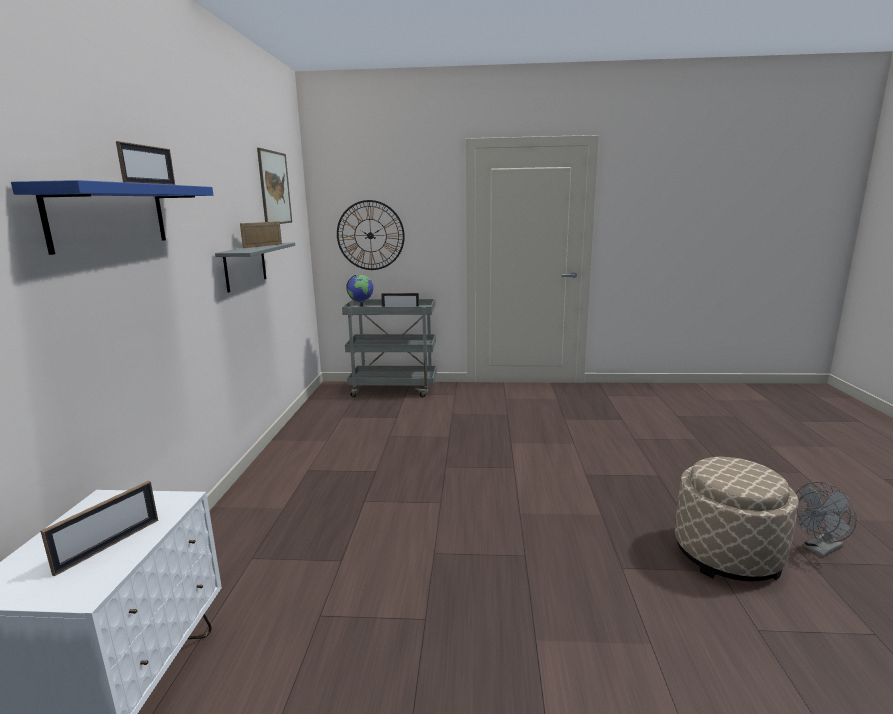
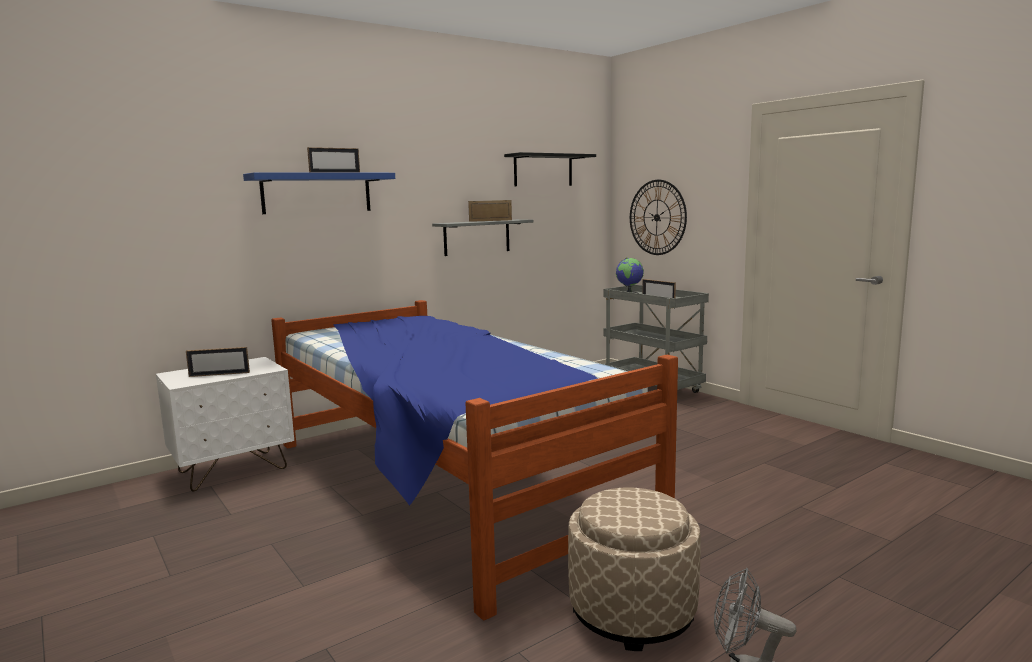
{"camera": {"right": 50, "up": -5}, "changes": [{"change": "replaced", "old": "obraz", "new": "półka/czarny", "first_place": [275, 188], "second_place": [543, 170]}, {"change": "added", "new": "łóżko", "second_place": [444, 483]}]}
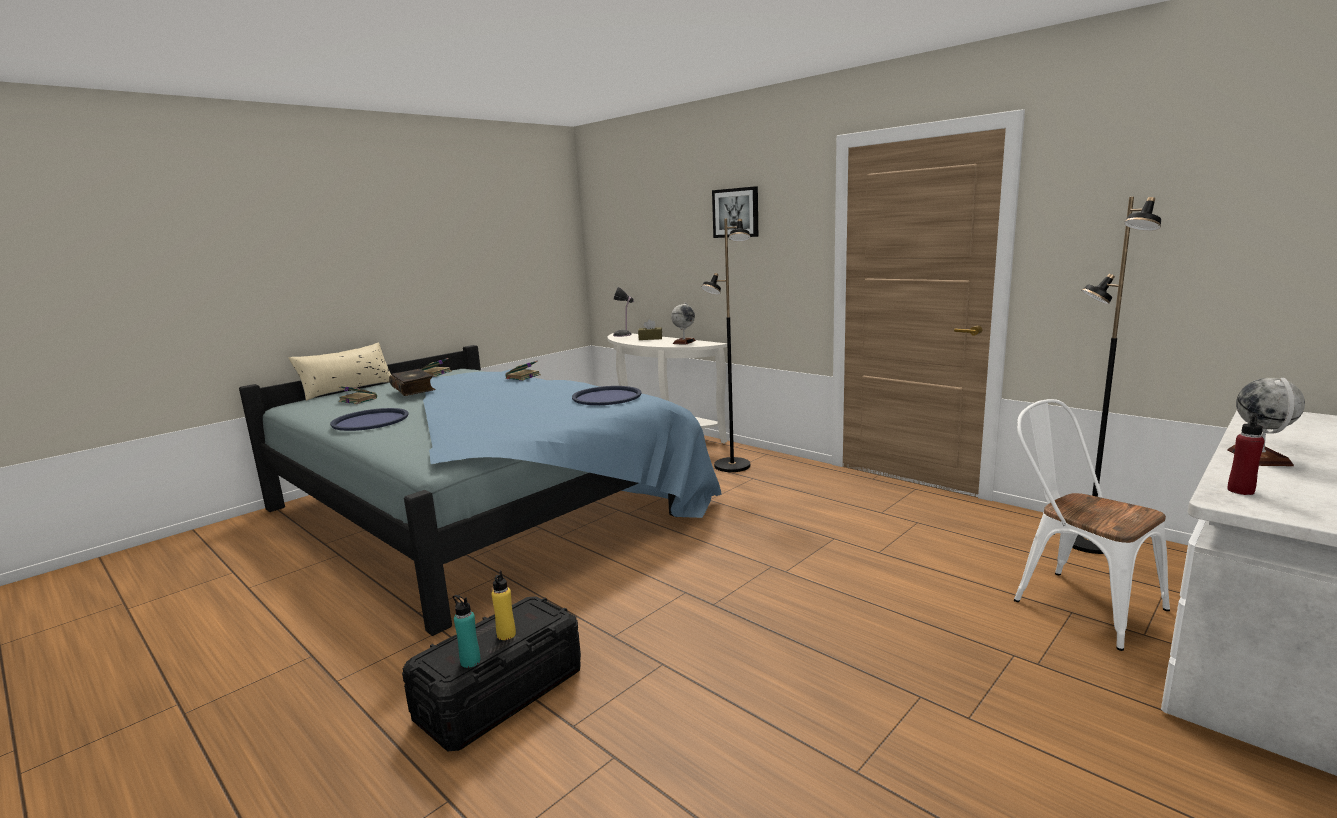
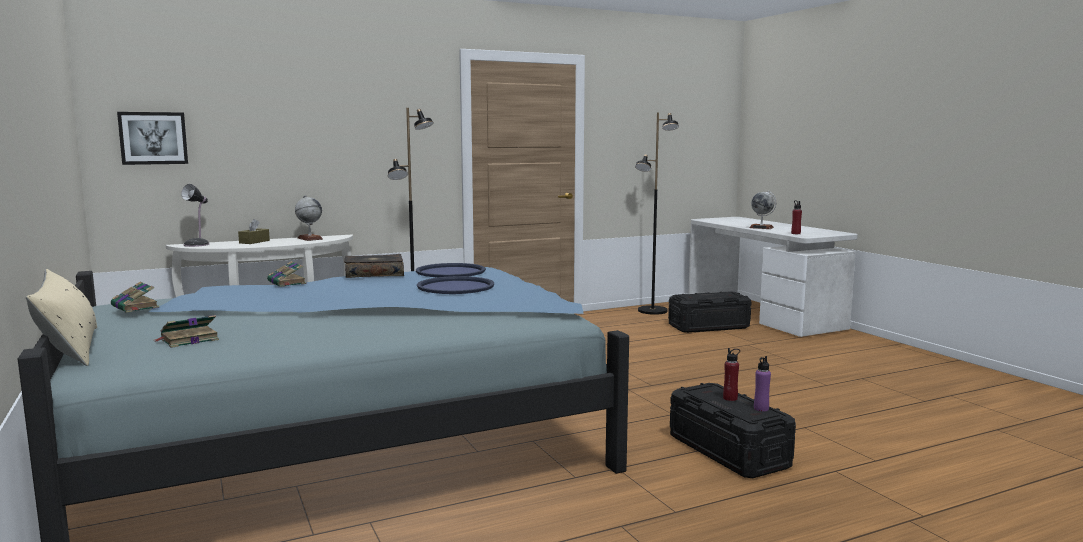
{"camera": {"right": -70, "up": -5}, "changes": [{"change": "moved", "old": "obraz", "first_place": [736, 213], "second_place": [153, 138]}, {"change": "moved", "old": "książka", "first_place": [413, 389], "second_place": [374, 274]}, {"change": "replaced", "old": "krzesło/biały", "new": "pojemnik do przechowywania/czarny", "first_place": [1076, 601], "second_place": [708, 326]}, {"change": "moved", "old": "taca/niebieski", "first_place": [370, 421], "second_place": [456, 287]}, {"change": "recoloured", "old": "butelka/żółty", "new": "butelka/czerwony", "first_place": [506, 635], "second_place": [730, 398]}, {"change": "recoloured", "old": "butelka/turkusowy", "new": "butelka/fioletowy", "first_place": [470, 661], "second_place": [761, 408]}]}
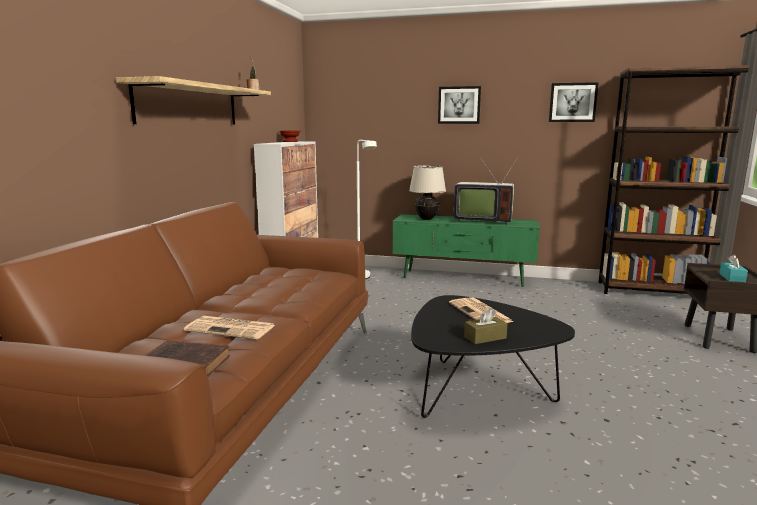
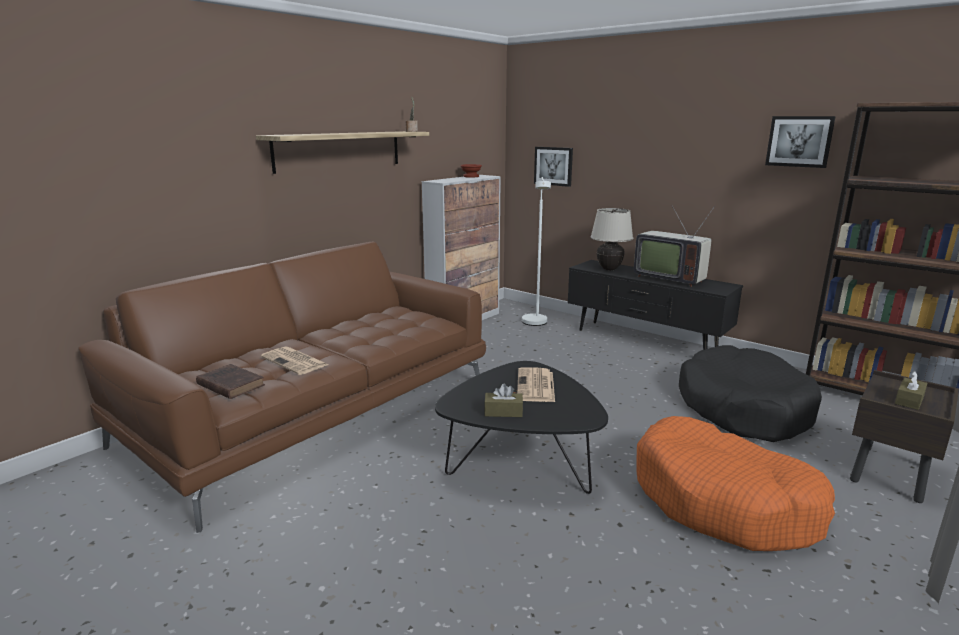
{"camera": {"right": 25, "up": 5}, "changes": [{"change": "moved", "old": "obraz", "first_place": [459, 105], "second_place": [553, 166]}, {"change": "recoloured", "old": "szafka pod telewizor/zielony", "new": "szafka pod telewizor/czarny", "first_place": [463, 278], "second_place": [644, 341]}, {"change": "recoloured", "old": "pudełko chusteczek/turkusowy", "new": "pudełko chusteczek/brązowy", "first_place": [732, 278], "second_place": [909, 400]}, {"change": "added", "new": "legowisko/czarny", "second_place": [743, 408]}, {"change": "added", "new": "legowisko/pomarańczowy", "second_place": [724, 501]}]}
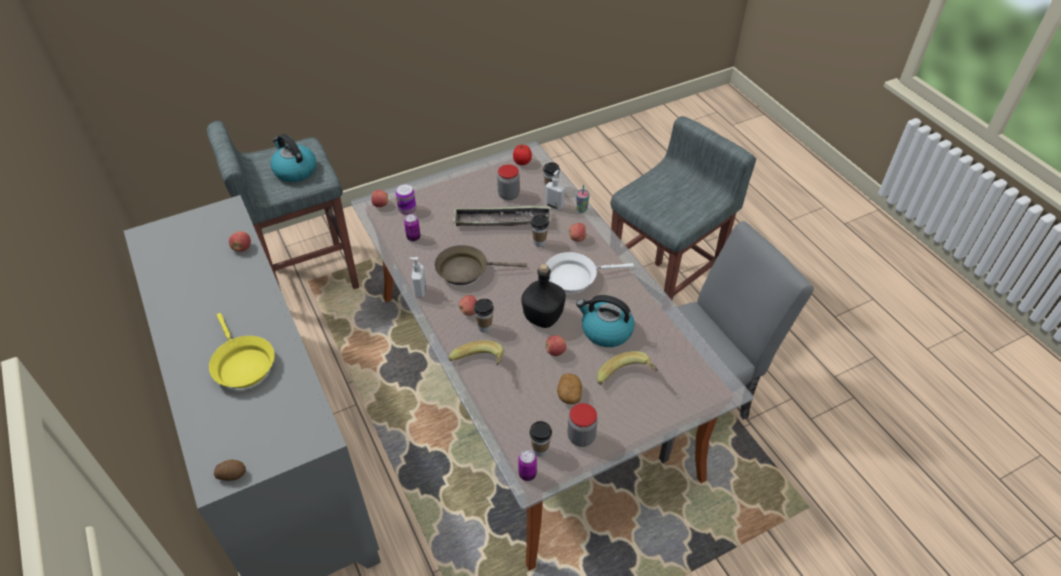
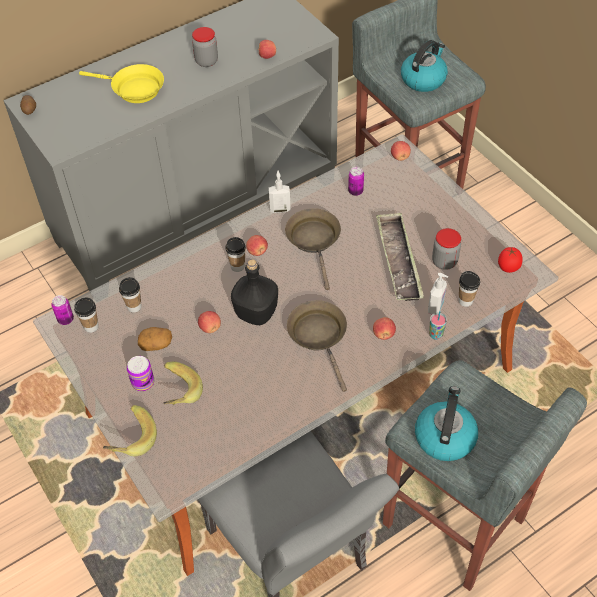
{"camera": {"right": 85, "up": 5}, "changes": [{"change": "moved", "old": "puszka", "first_place": [407, 209], "second_place": [143, 382]}, {"change": "moved", "old": "filiżanka", "first_place": [539, 242], "second_place": [134, 306]}, {"change": "recoloured", "old": "patelnia/biały", "new": "patelnia/brązowy", "first_place": [575, 277], "second_place": [319, 336]}, {"change": "moved", "old": "czajnik", "first_place": [605, 331], "second_place": [444, 436]}, {"change": "turned", "old": "patelnia/żółty", "first_place": [242, 364], "second_place": [134, 89], "degrees": -120}, {"change": "moved", "old": "banan", "first_place": [479, 366], "second_place": [130, 439]}, {"change": "moved", "old": "słoik", "first_place": [581, 437], "second_place": [206, 61]}]}
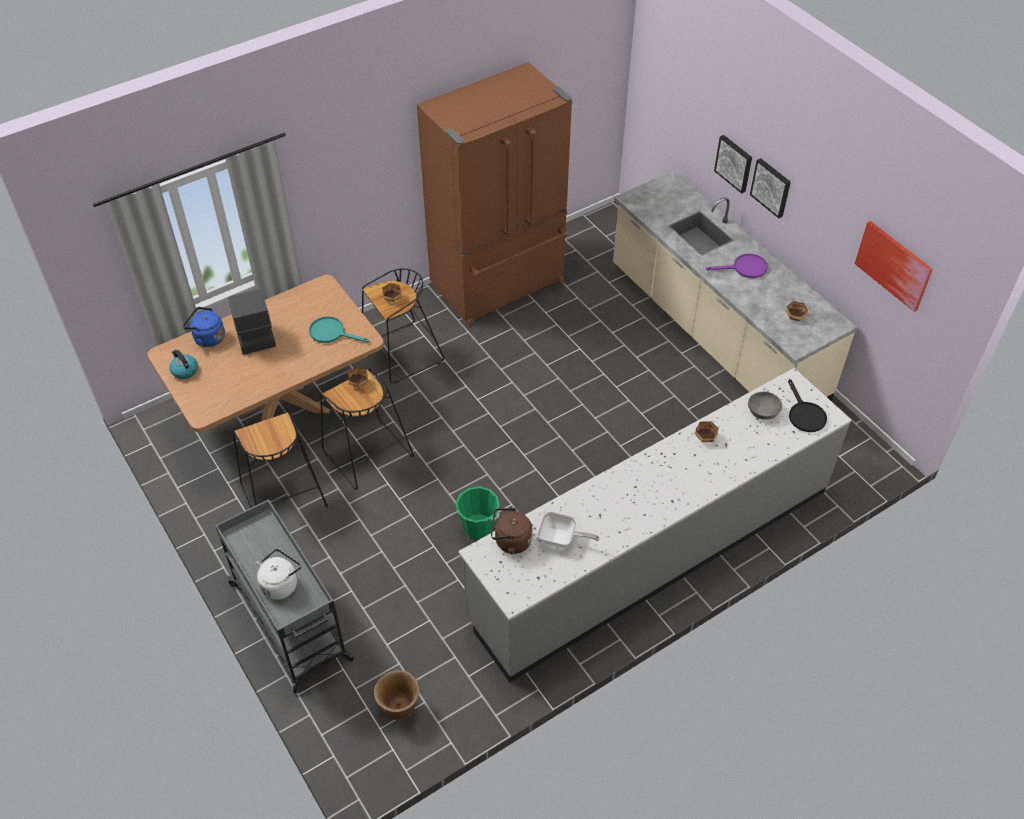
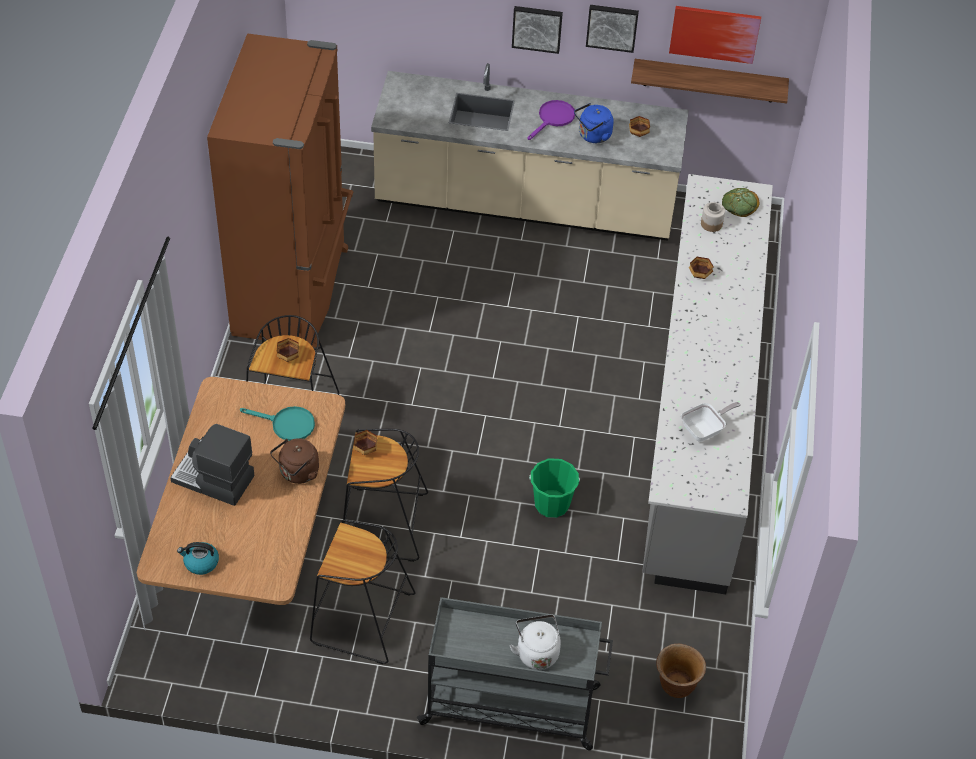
{"camera": {"right": -50, "up": 0}, "changes": [{"change": "moved", "old": "obraz", "first_place": [734, 163], "second_place": [612, 27]}, {"change": "moved", "old": "czajnik/niebieski", "first_place": [207, 338], "second_place": [593, 136]}, {"change": "turned", "old": "patelnia/turkusowy", "first_place": [332, 333], "second_place": [287, 424], "degrees": -135}, {"change": "replaced", "old": "patelnia/czarny", "new": "chleb", "first_place": [804, 414], "second_place": [739, 204]}, {"change": "replaced", "old": "miska/szary", "new": "słoik", "first_place": [763, 412], "second_place": [711, 224]}, {"change": "moved", "old": "czajnik/brązowy", "first_place": [510, 541], "second_place": [297, 473]}, {"change": "added", "new": "półka", "second_place": [709, 80]}]}
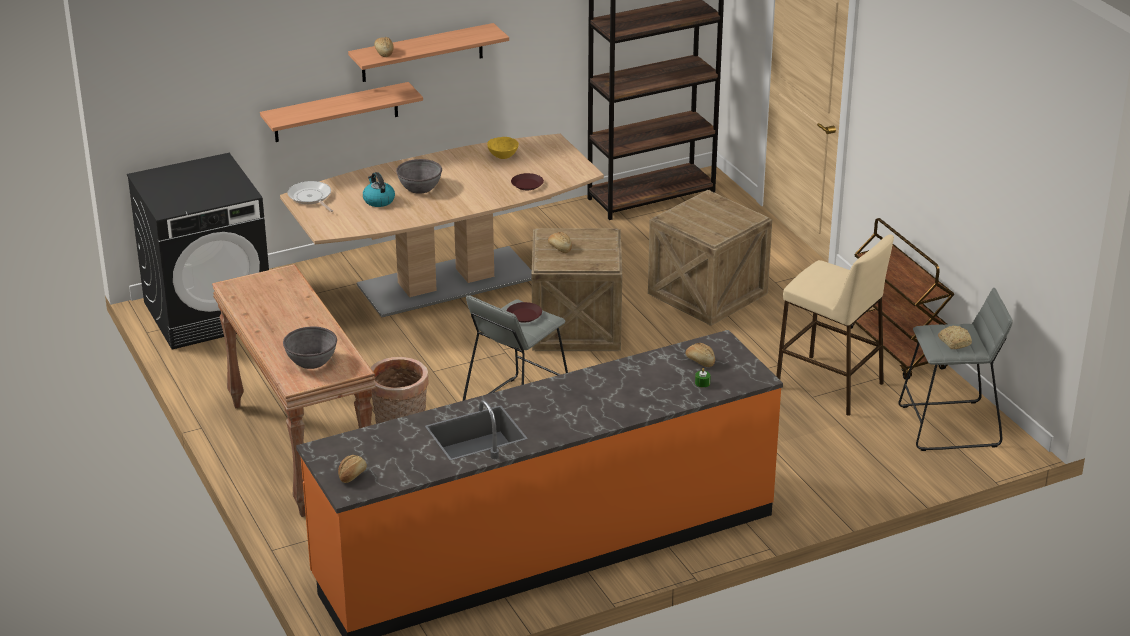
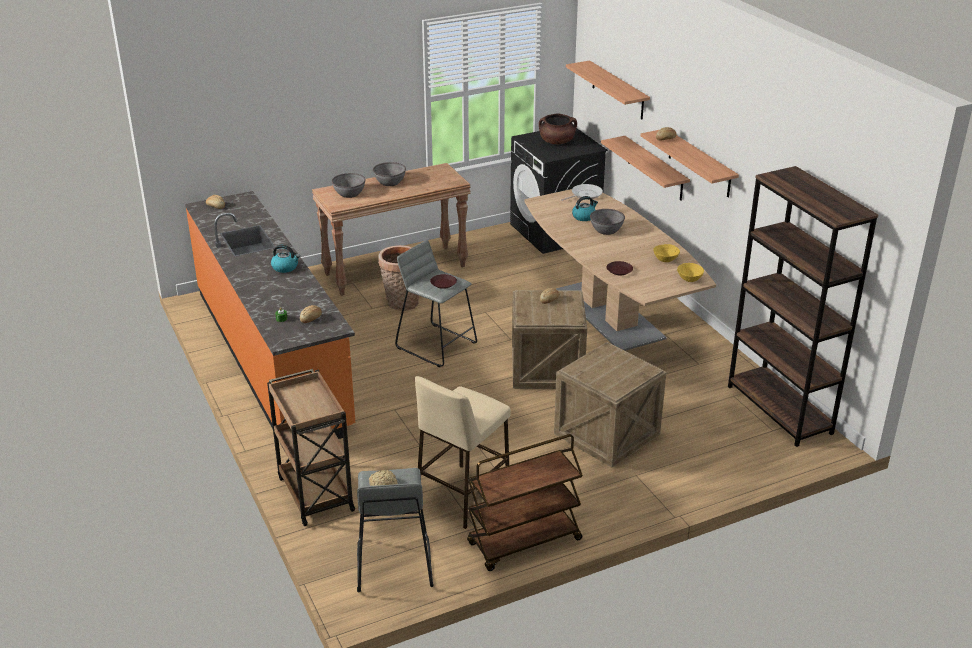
{"camera": {"right": 90, "up": 0}, "changes": [{"change": "added", "new": "półka", "second_place": [617, 90]}, {"change": "added", "new": "garnek/brązowy", "second_place": [557, 142]}, {"change": "added", "new": "miska/szary", "second_place": [390, 182]}, {"change": "added", "new": "czajnik", "second_place": [285, 267]}, {"change": "added", "new": "miska/żółty", "second_place": [689, 280]}, {"change": "added", "new": "wózek/brązowy", "second_place": [315, 493]}]}
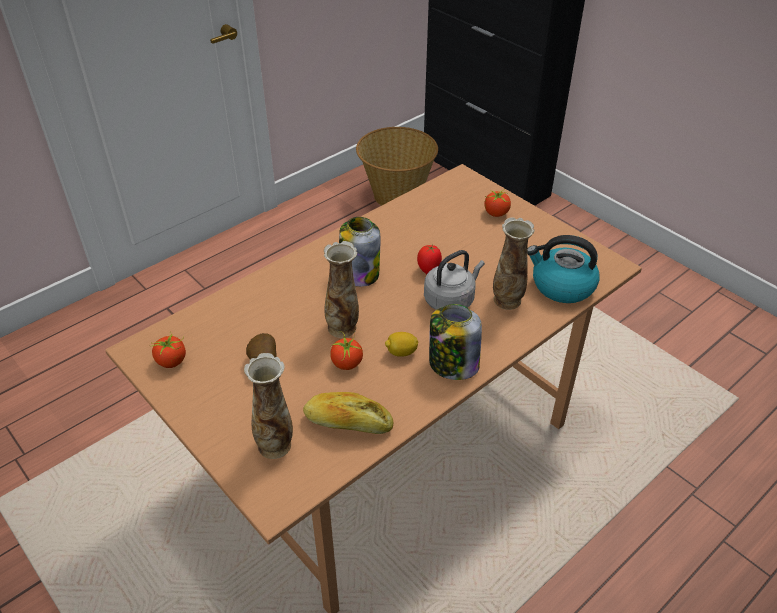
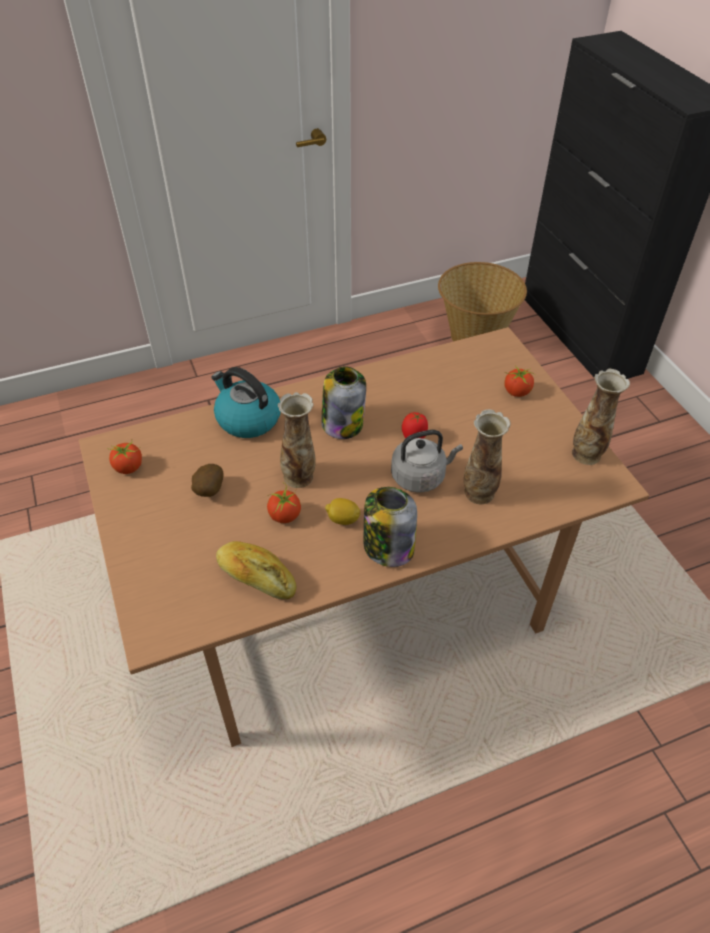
{"camera": {"right": 20, "up": 5}, "changes": [{"change": "moved", "old": "czajnik", "first_place": [561, 286], "second_place": [247, 419]}, {"change": "moved", "old": "wazon", "first_place": [275, 444], "second_place": [587, 453]}]}
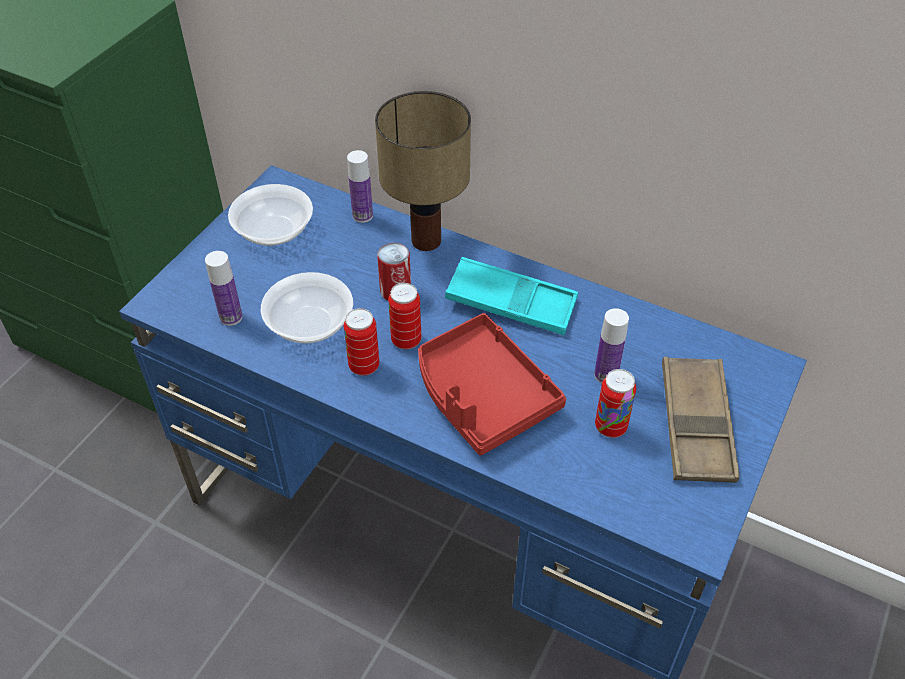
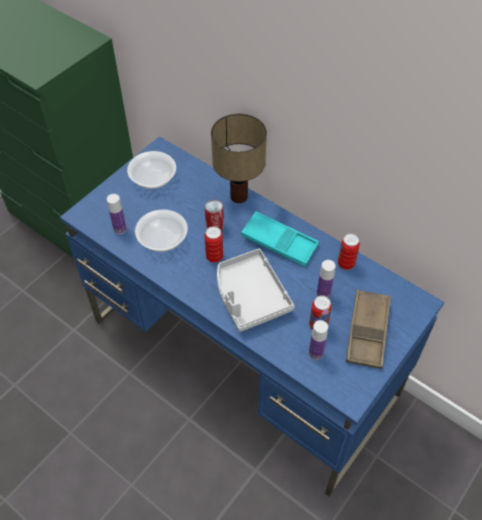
{"camera": {"right": 10, "up": 5}, "changes": [{"change": "moved", "old": "butelka", "first_place": [362, 215], "second_place": [315, 353]}, {"change": "moved", "old": "puszka", "first_place": [364, 366], "second_place": [346, 264]}, {"change": "recoloured", "old": "taca/czerwony", "new": "taca/szary", "first_place": [482, 395], "second_place": [250, 296]}]}
